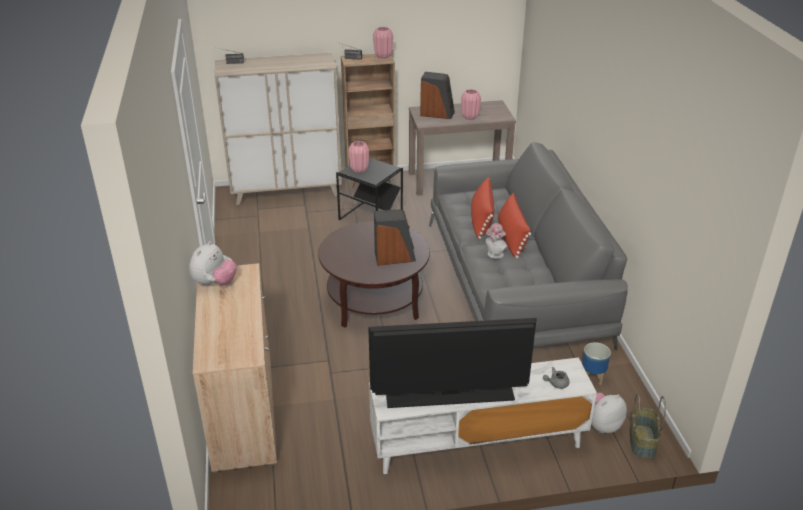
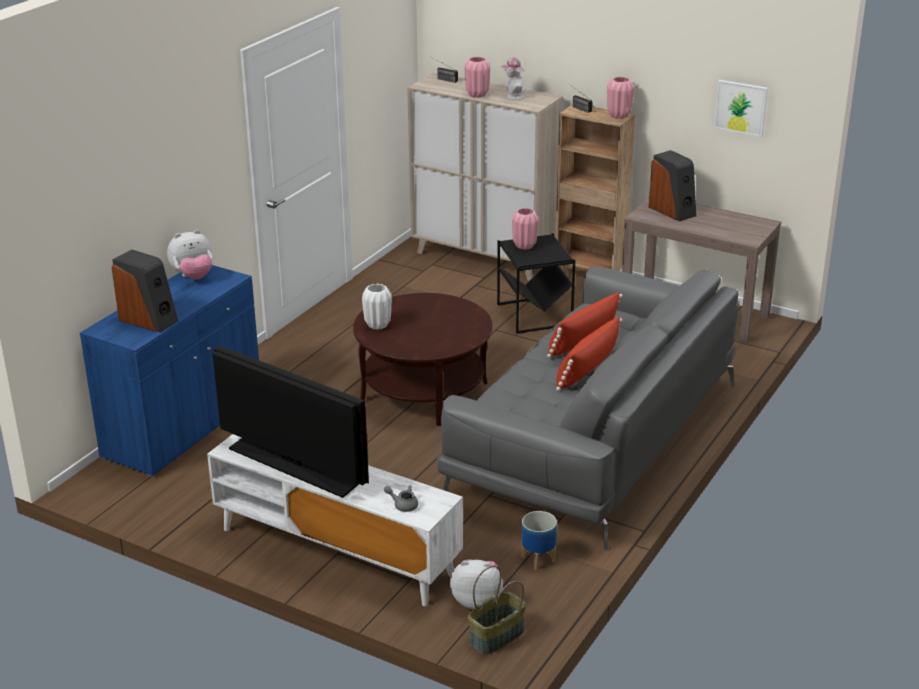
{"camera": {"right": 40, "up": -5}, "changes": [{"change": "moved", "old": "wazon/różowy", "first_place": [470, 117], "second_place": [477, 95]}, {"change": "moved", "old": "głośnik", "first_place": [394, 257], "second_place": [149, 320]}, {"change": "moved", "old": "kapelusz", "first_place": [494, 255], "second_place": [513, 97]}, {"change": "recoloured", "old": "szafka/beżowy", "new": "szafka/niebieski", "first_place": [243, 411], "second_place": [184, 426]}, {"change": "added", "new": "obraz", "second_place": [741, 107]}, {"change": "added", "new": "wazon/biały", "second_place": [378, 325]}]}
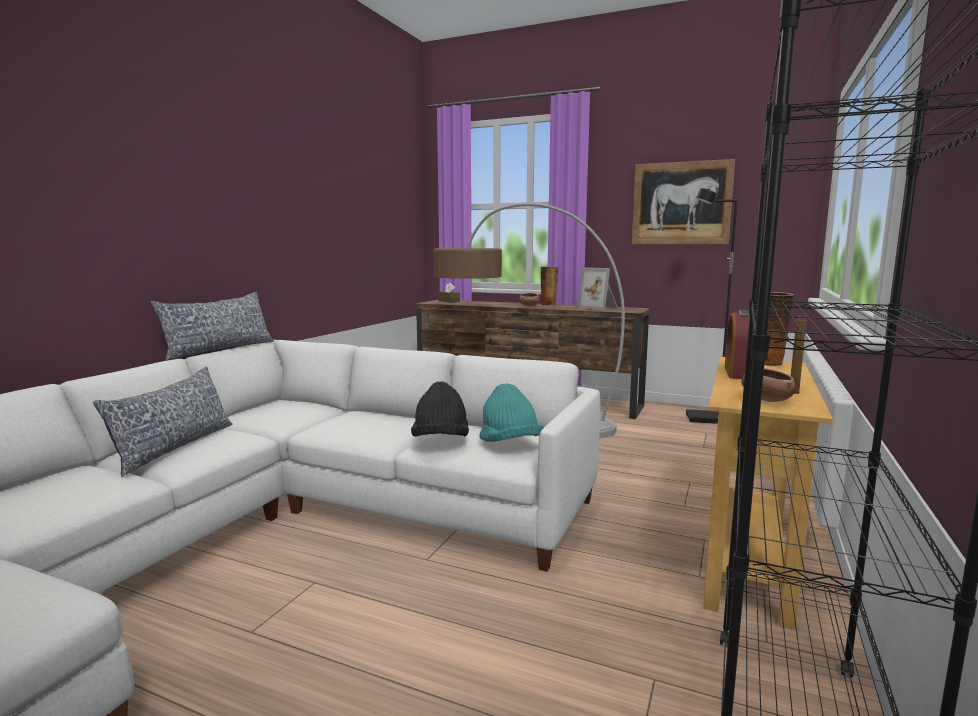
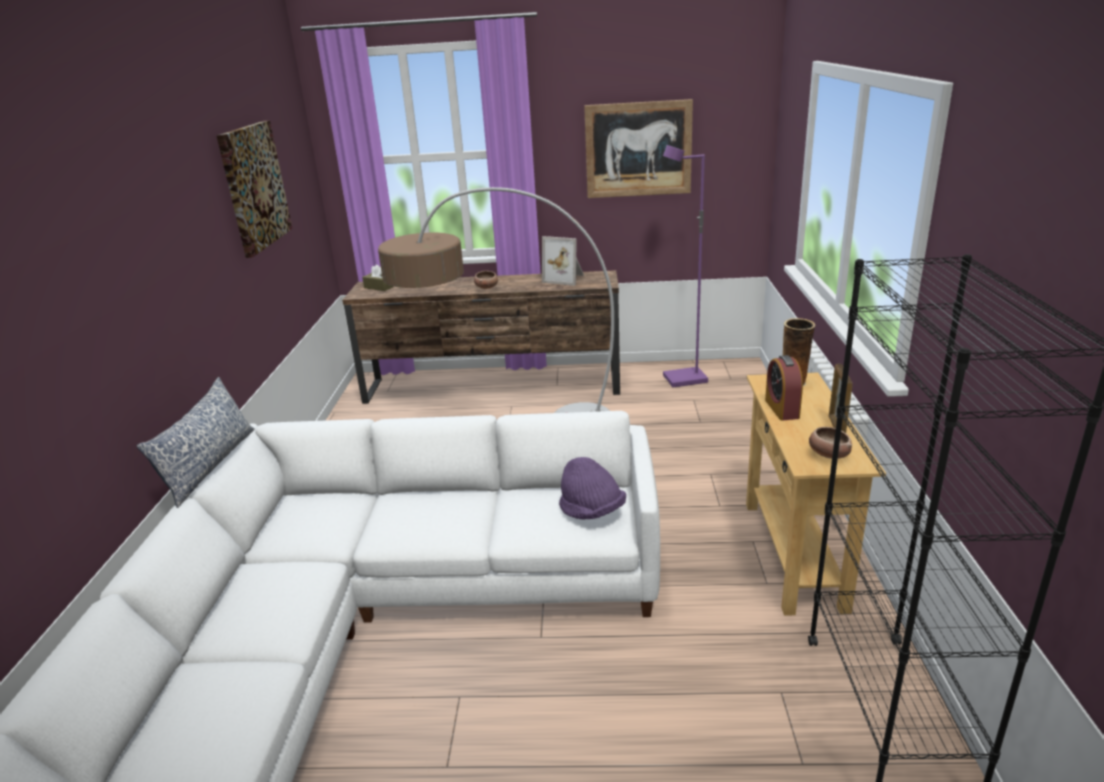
{"camera": {"right": -20, "up": 15}, "changes": [{"change": "recoloured", "old": "lampa stojąca/czarny", "new": "lampa stojąca/fioletowy", "first_place": [706, 419], "second_place": [684, 380]}, {"change": "removed", "old": "wazon", "first_place": [548, 305]}, {"change": "removed", "old": "poduszka", "first_place": [174, 447]}, {"change": "removed", "old": "kapelusz/czarny", "first_place": [440, 441]}, {"change": "recoloured", "old": "kapelusz/turkusowy", "new": "kapelusz/fioletowy", "first_place": [509, 444], "second_place": [591, 511]}, {"change": "added", "new": "obraz", "second_place": [254, 187]}]}
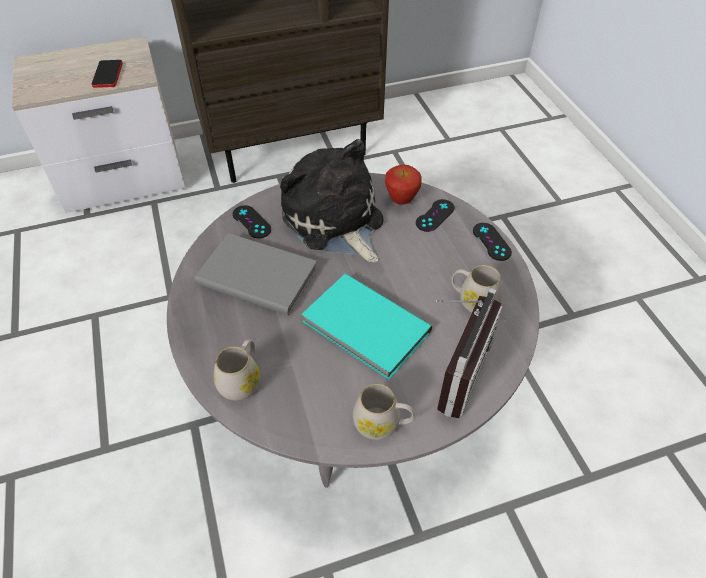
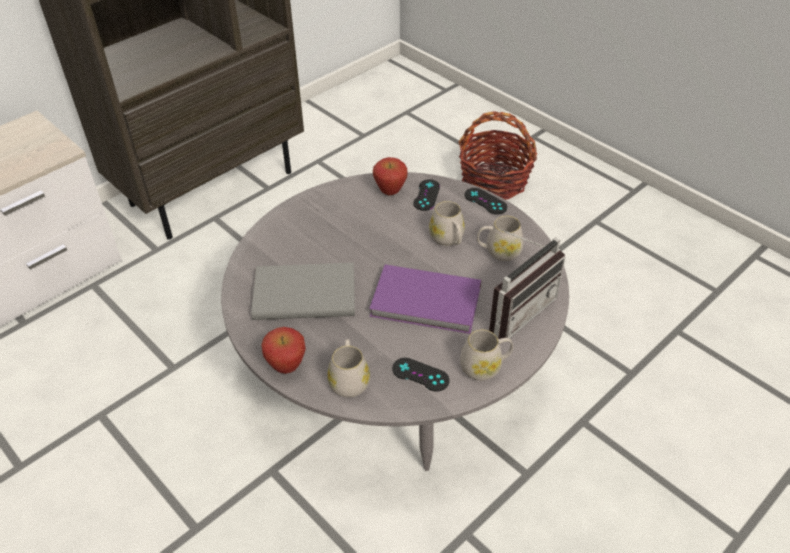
{"camera": {"right": -25, "up": -5}, "changes": [{"change": "removed", "old": "telefon", "first_place": [107, 74]}, {"change": "removed", "old": "pluszak", "first_place": [334, 221]}, {"change": "moved", "old": "pad do gier/czarny", "first_place": [251, 222], "second_place": [420, 374]}, {"change": "recoloured", "old": "książka/turkusowy", "new": "książka/fioletowy", "first_place": [365, 329], "second_place": [427, 303]}, {"change": "turned", "old": "radio", "first_place": [452, 372], "second_place": [515, 309], "degrees": 45}, {"change": "added", "new": "koszyk", "second_place": [494, 180]}, {"change": "added", "new": "kubek/biały", "second_place": [448, 240]}, {"change": "added", "new": "jabłko", "second_place": [286, 367]}]}
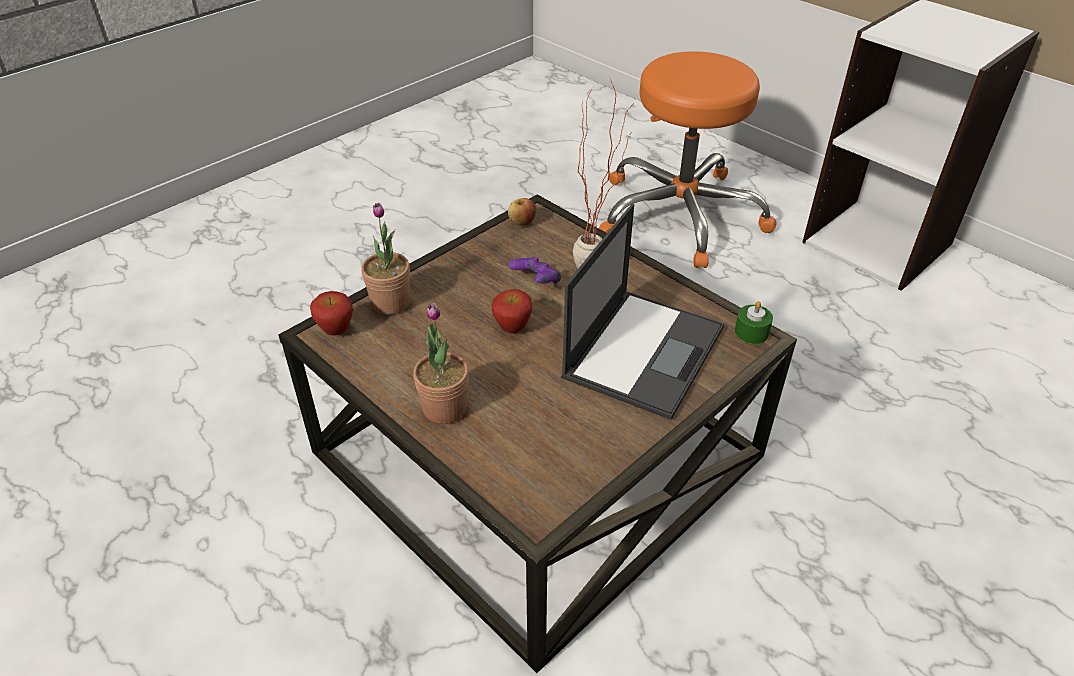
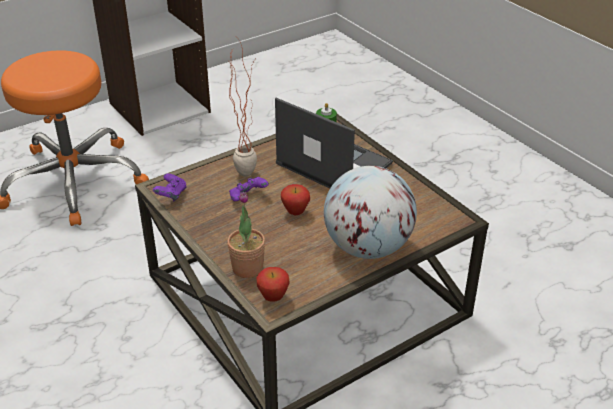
{"camera": {"right": -80, "up": -5}, "changes": [{"change": "replaced", "old": "jabłko", "new": "pad do gier/fioletowy", "first_place": [522, 222], "second_place": [171, 195]}, {"change": "replaced", "old": "roślina doniczkowa", "new": "globus", "first_place": [444, 408], "second_place": [367, 247]}]}
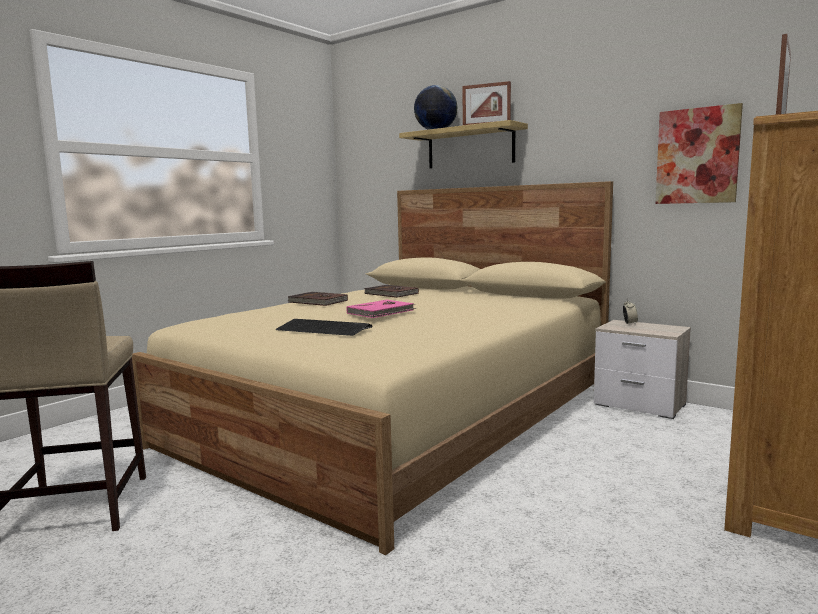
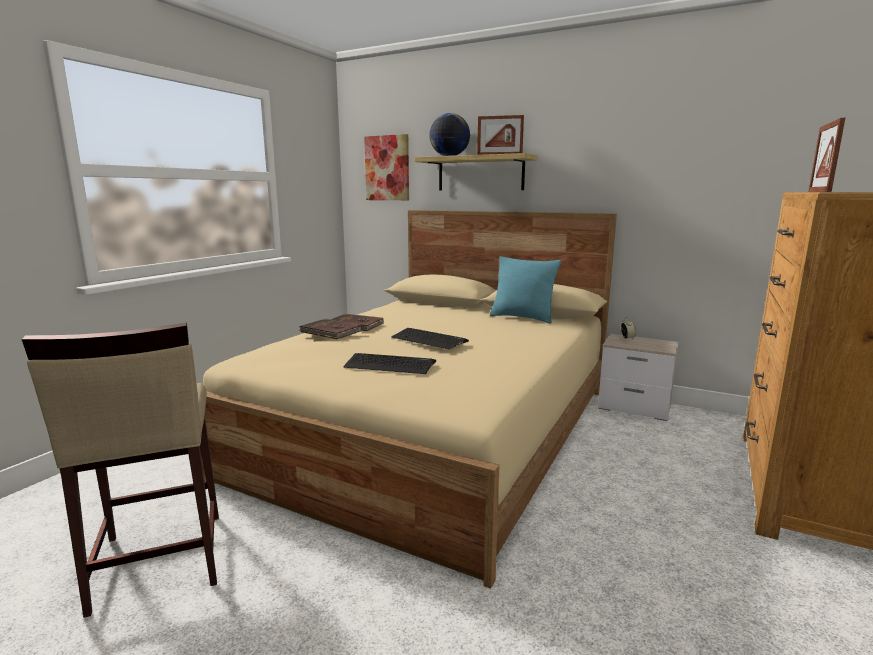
{"camera": {"right": -10, "up": 5}, "changes": [{"change": "moved", "old": "obraz", "first_place": [697, 156], "second_place": [387, 168]}, {"change": "moved", "old": "książka/brązowy", "first_place": [391, 294], "second_place": [330, 332]}, {"change": "replaced", "old": "książka/różowy", "new": "klawiatura", "first_place": [381, 312], "second_place": [429, 340]}, {"change": "added", "new": "poduszka/turkusowy", "second_place": [522, 318]}]}
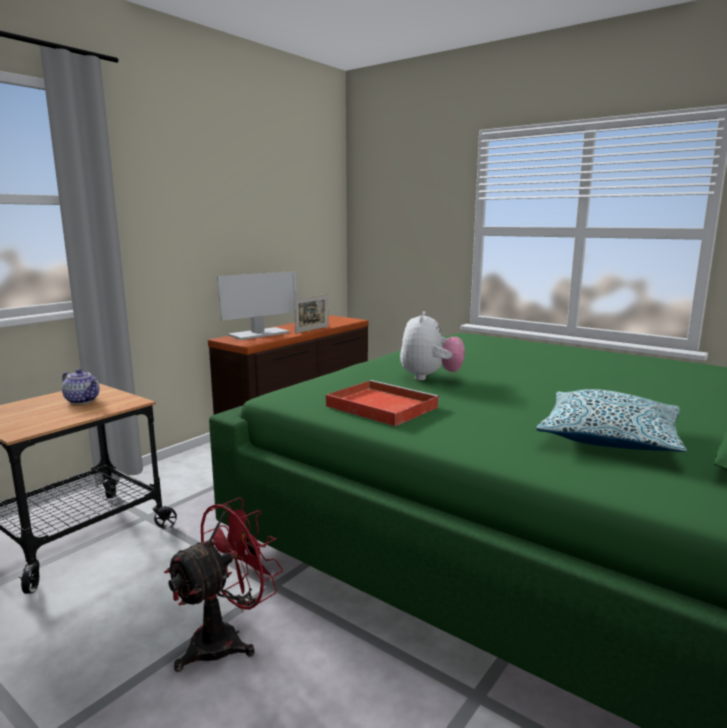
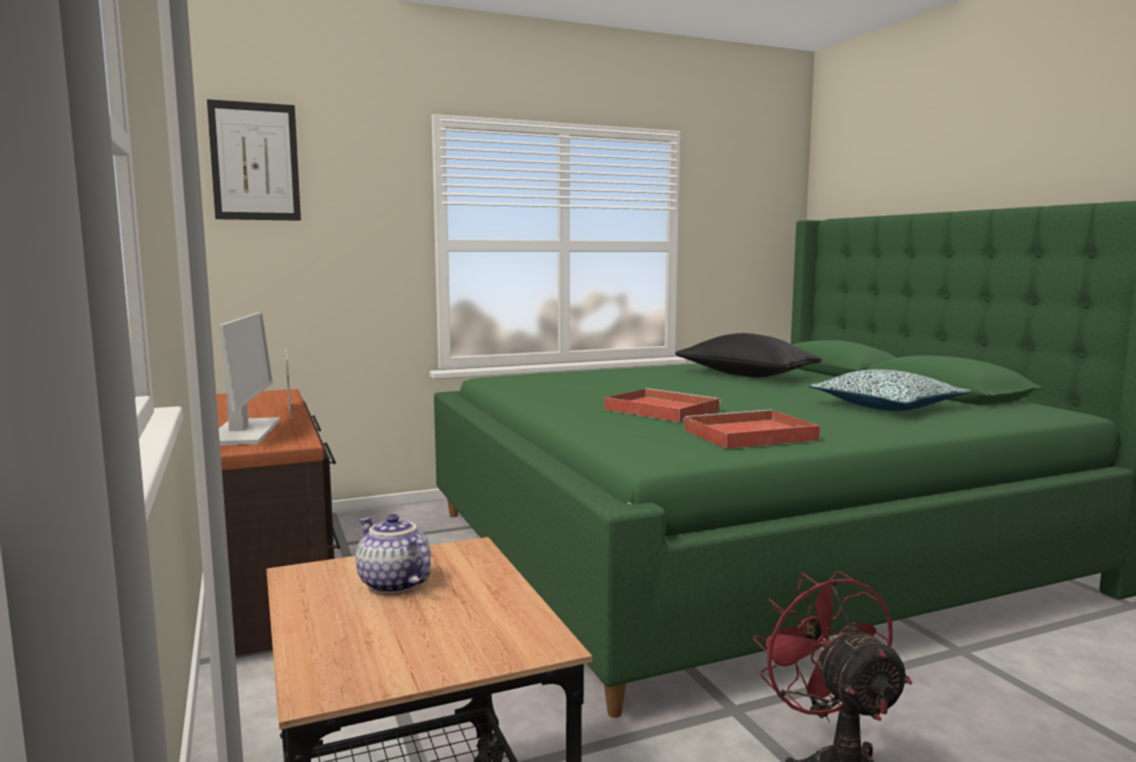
{"camera": {"right": -60, "up": -5}, "changes": [{"change": "replaced", "old": "pluszak", "new": "taca/czerwony", "first_place": [430, 377], "second_place": [659, 410]}, {"change": "turned", "old": "imbryk", "first_place": [83, 400], "second_place": [392, 584], "degrees": -105}, {"change": "added", "new": "obraz", "second_place": [255, 161]}, {"change": "added", "new": "poduszka/czarny", "second_place": [745, 375]}]}
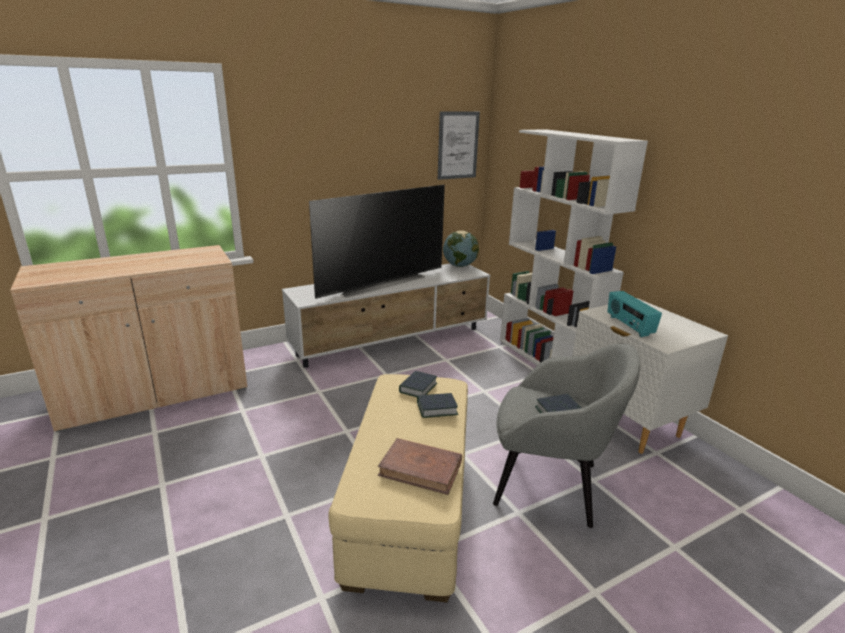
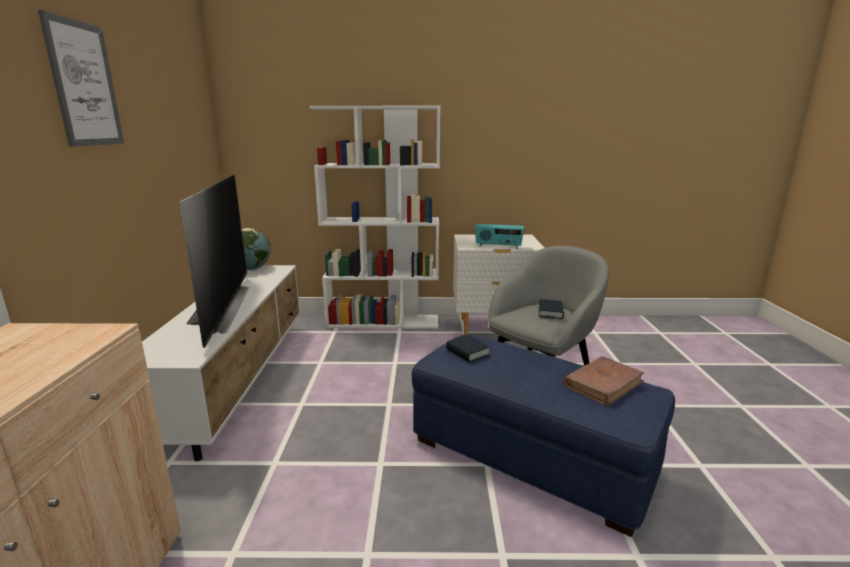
{"camera": {"right": -60, "up": -5}, "changes": [{"change": "moved", "old": "obraz", "first_place": [458, 145], "second_place": [84, 84]}, {"change": "recoloured", "old": "pufa/beżowy", "new": "pufa/niebieski", "first_place": [410, 505], "second_place": [530, 456]}, {"change": "removed", "old": "książka", "first_place": [436, 409]}]}
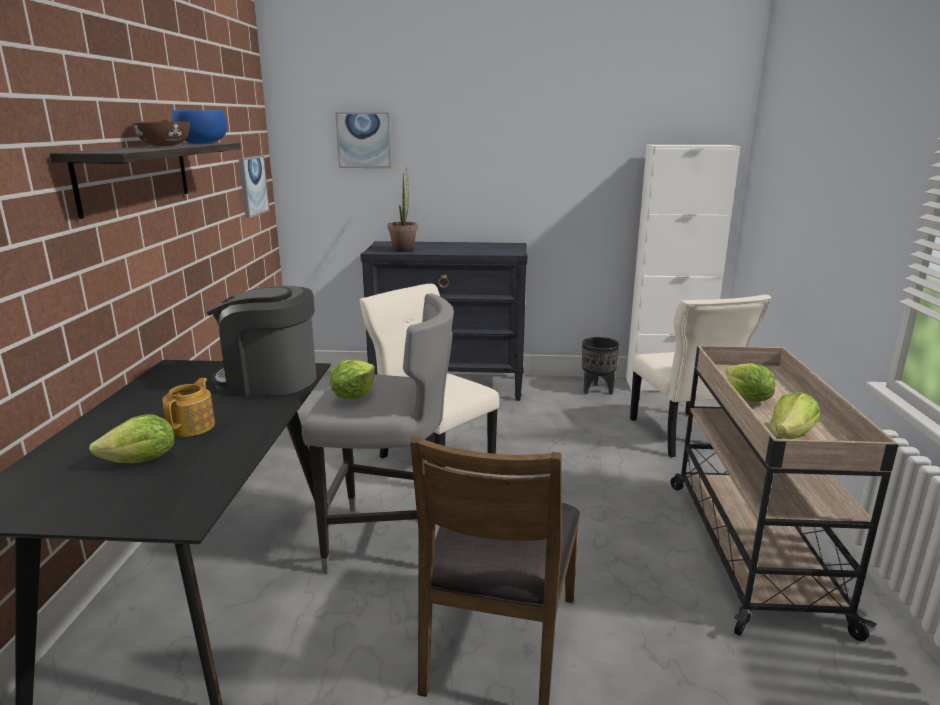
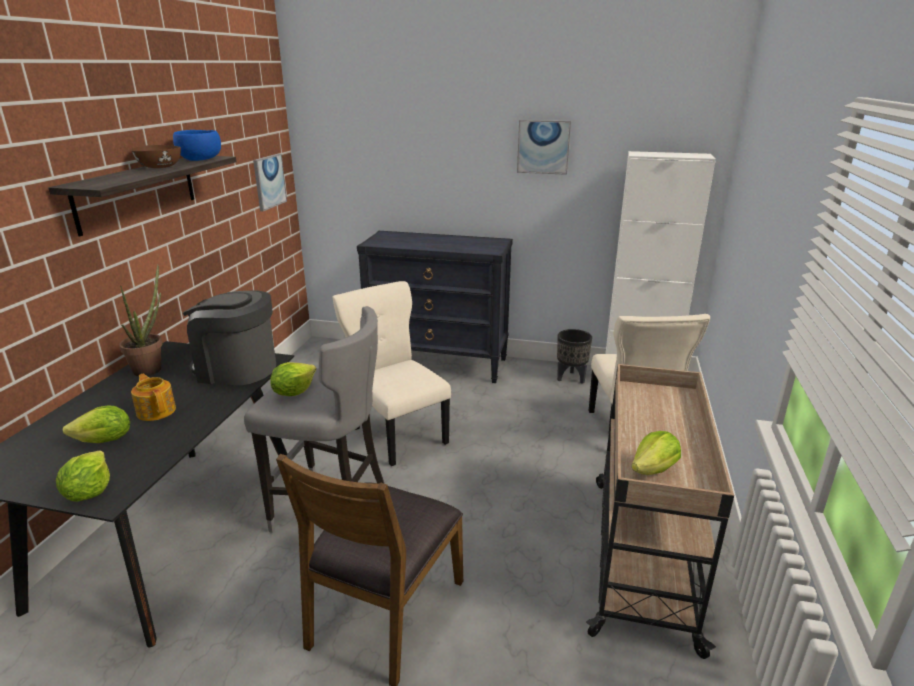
{"camera": {"right": 10, "up": 5}, "changes": [{"change": "moved", "old": "obraz", "first_place": [364, 140], "second_place": [543, 147]}, {"change": "moved", "old": "roślina doniczkowa", "first_place": [404, 249], "second_place": [151, 368]}, {"change": "moved", "old": "sałata", "first_place": [747, 398], "second_place": [89, 492]}, {"change": "turned", "old": "imbryk", "first_place": [192, 426], "second_place": [156, 411], "degrees": -60}]}
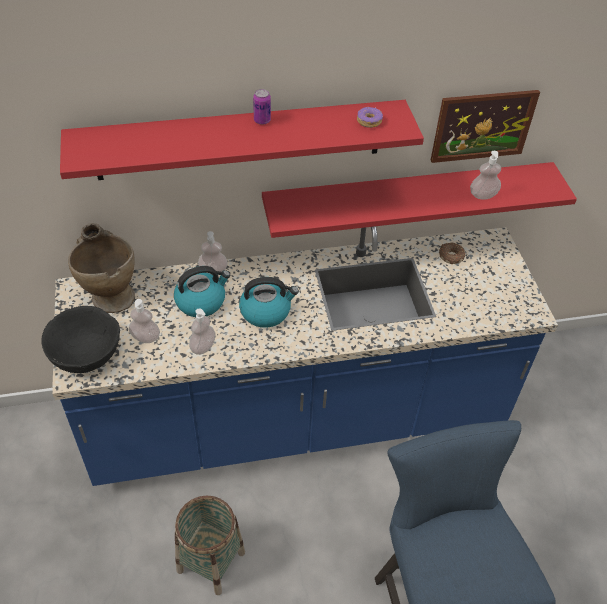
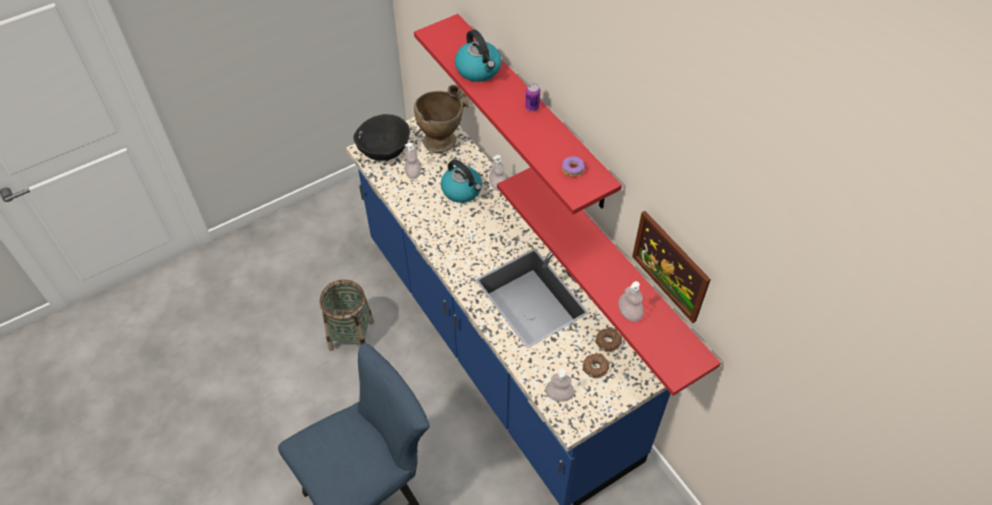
{"camera": {"right": 70, "up": 5}, "changes": [{"change": "moved", "old": "czajnik", "first_place": [266, 311], "second_place": [479, 70]}, {"change": "moved", "old": "dozownik mydła", "first_place": [203, 347], "second_place": [559, 395]}, {"change": "added", "new": "donut", "second_place": [595, 367]}]}
